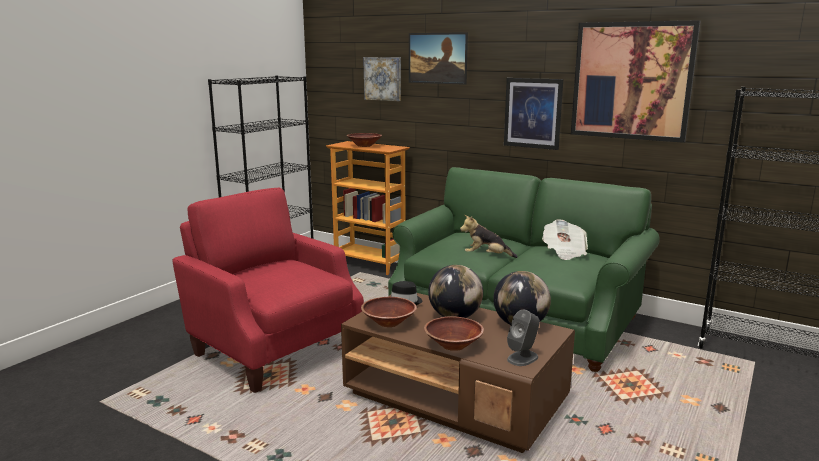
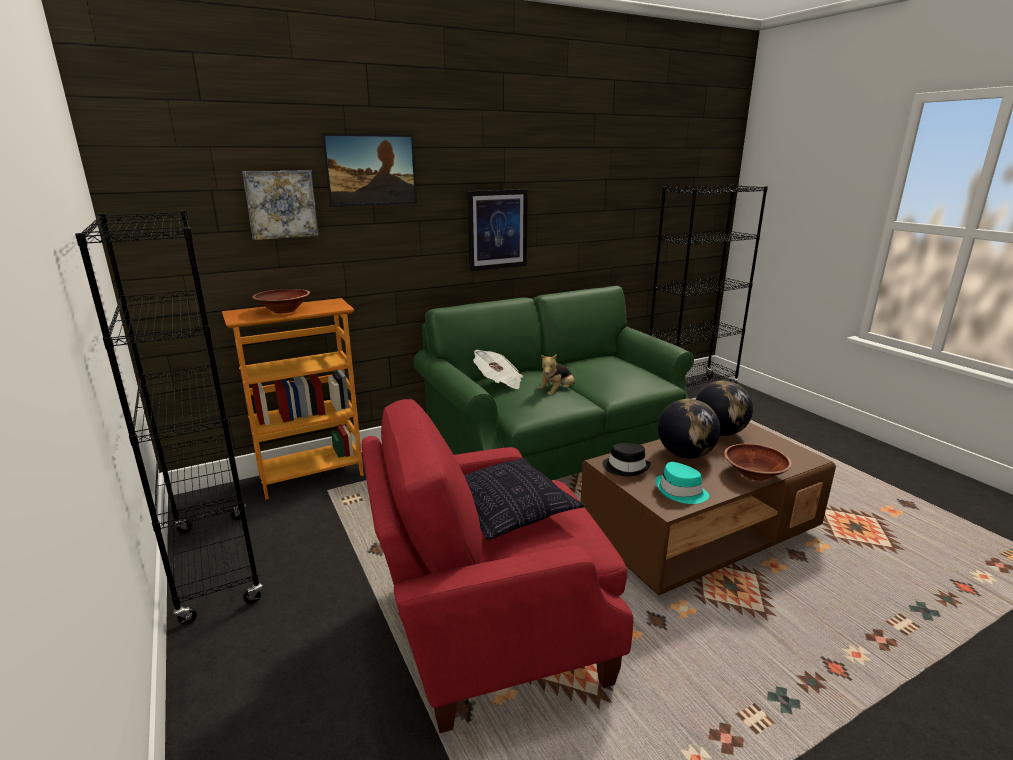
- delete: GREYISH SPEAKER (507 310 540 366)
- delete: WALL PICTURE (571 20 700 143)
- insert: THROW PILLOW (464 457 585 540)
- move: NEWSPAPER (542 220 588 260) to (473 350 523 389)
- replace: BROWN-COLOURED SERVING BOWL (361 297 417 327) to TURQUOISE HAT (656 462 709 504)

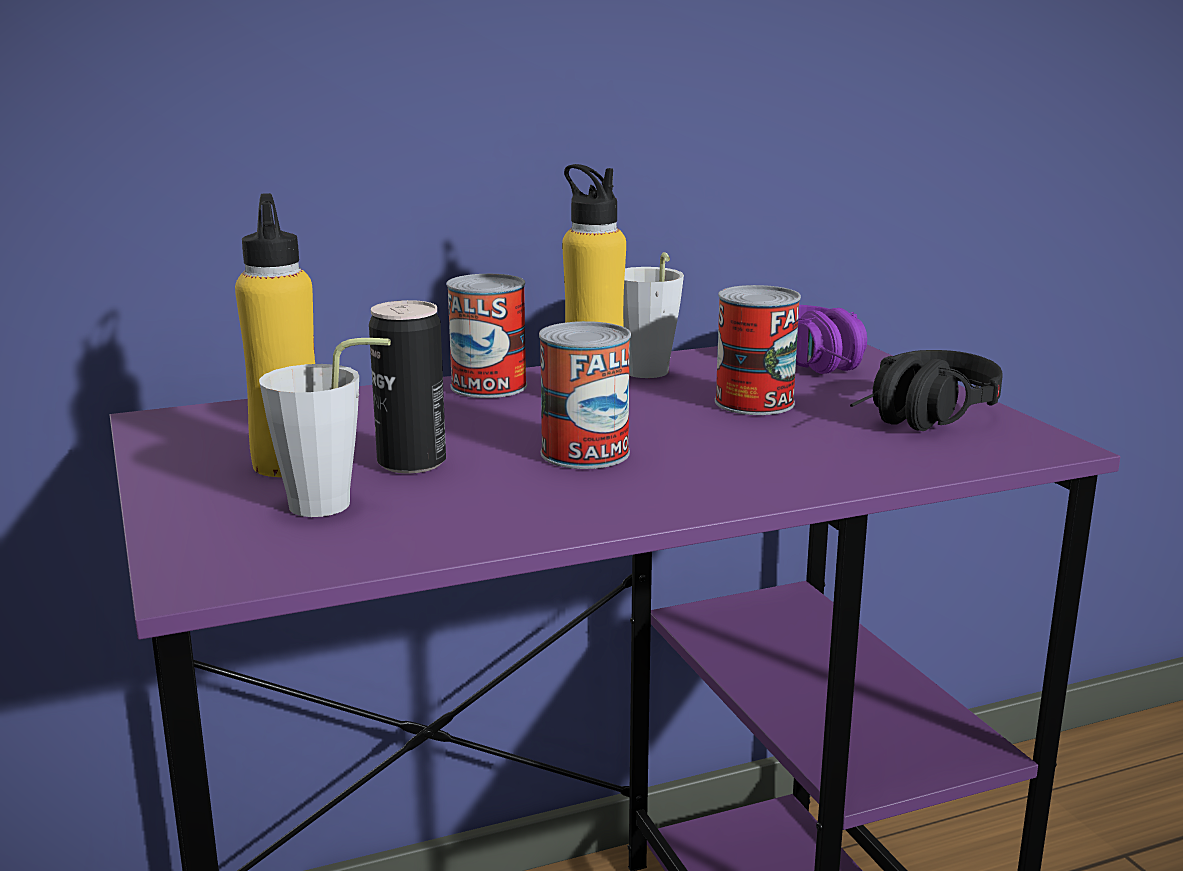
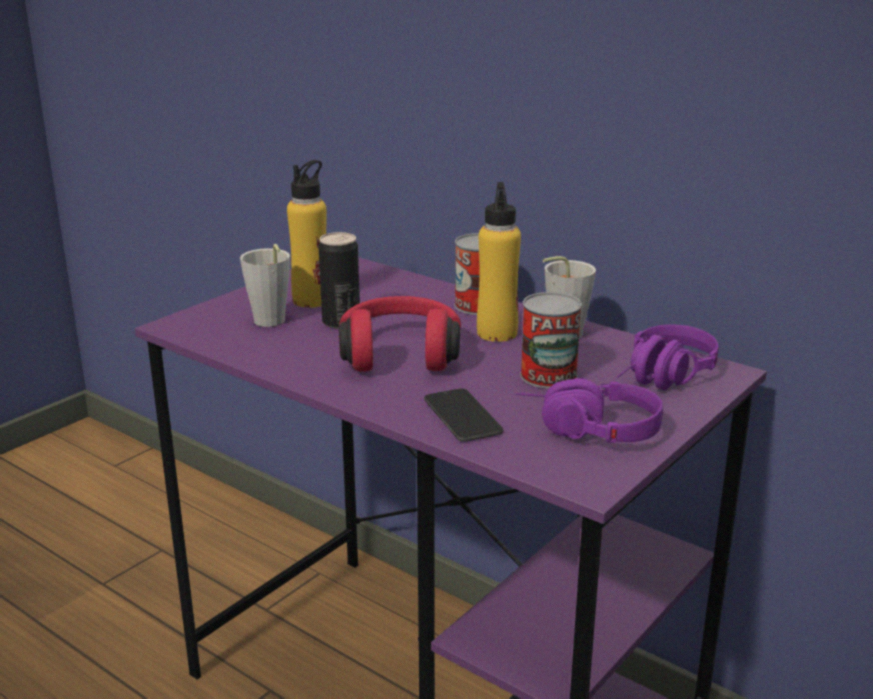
- insert: TELEPHONE (424 388 503 442)
- replace: METAL CAN (539 321 631 469) to RED-COLOURED HEADPHONES (339 296 461 372)
- recolor: BLACK HEADPHONES (850 350 1003 431) to PURPLE-COLOURED HEADPHONES (516 378 663 443)

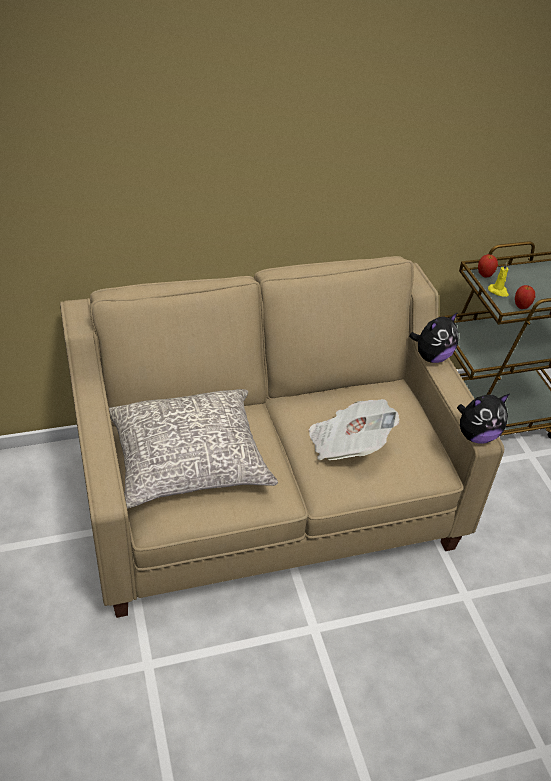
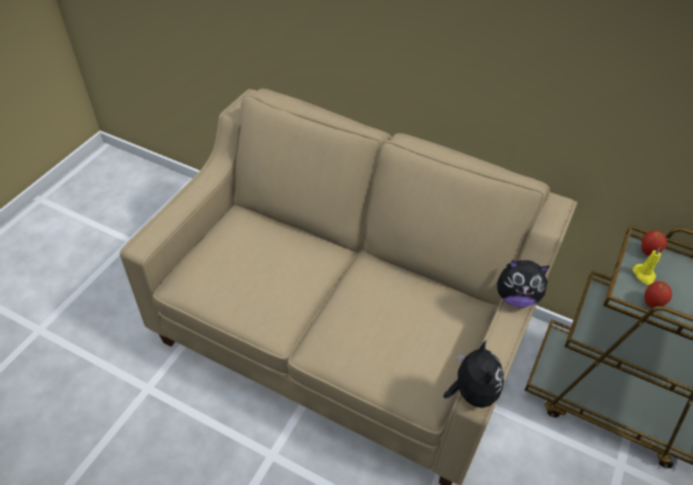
- delete: GREYISH THROW PILLOW (109 389 278 509)
- delete: NEWSPAPER (309 399 399 460)
- rotate: SOFT TOY (457 394 509 443) = (444 340 504 408) 120 degrees counterclockwise

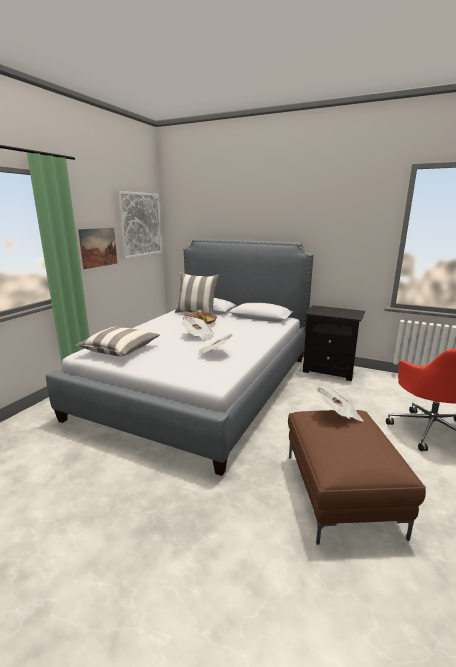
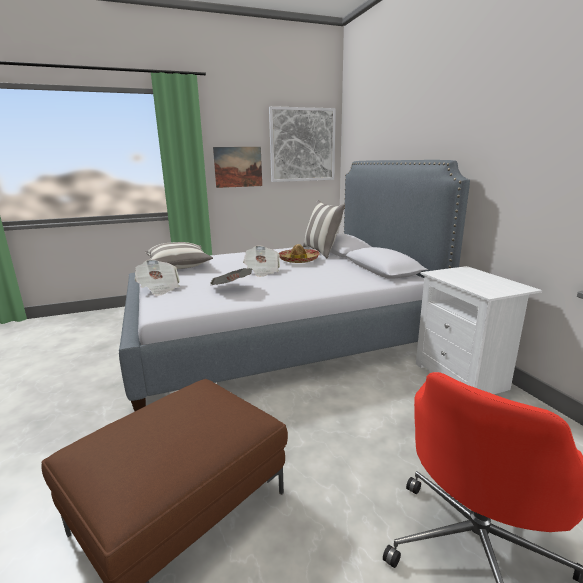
- move: NEWSPAPER (315 386 364 421) to (134 259 180 296)
- recolor: BLACK BEDSIDE TABLE (303 305 365 381) to WHITE-COLOURED BEDSIDE TABLE (416 266 542 394)

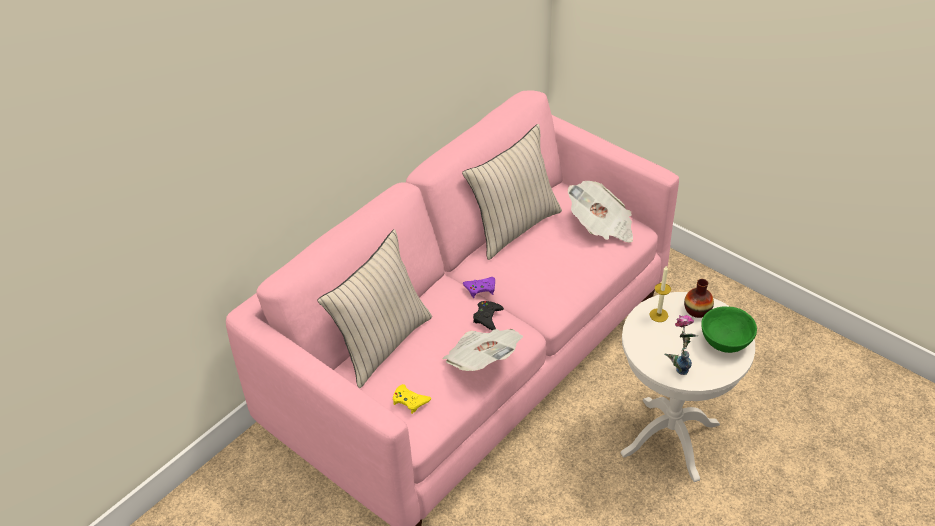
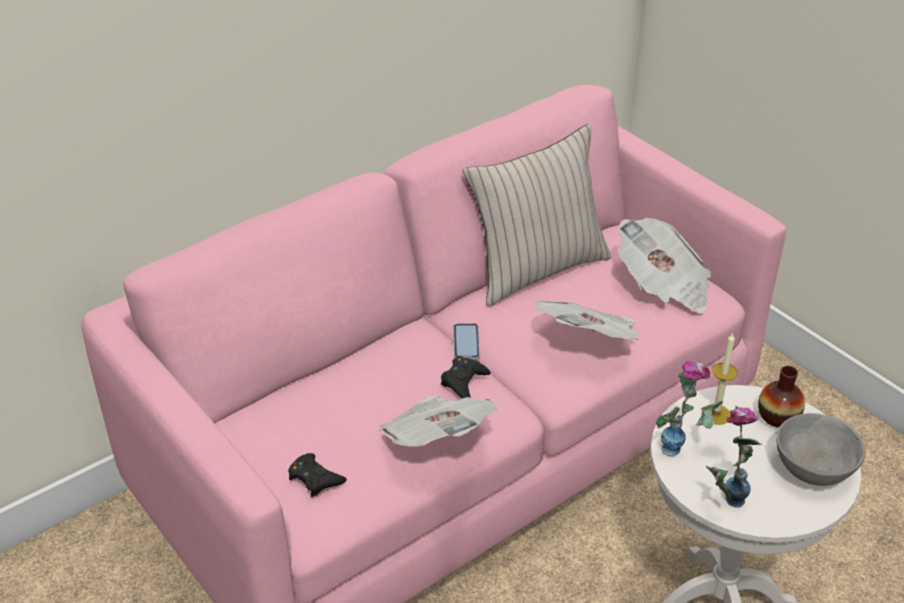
- delete: BEIGE THROW PILLOW (318 229 432 388)
- insert: NEWSPAPER (535 300 640 340)
- insert: DECORATIVE VASE (656 360 723 456)
- replace: PURPLE-COLOURED GAMEPAD (463 277 495 298) to TELEPHONE (454 324 480 359)
- recolor: YELLOW-COLOURED GAMEPAD (393 384 431 414) to BLACK GAMEPAD (288 453 347 497)
- recolor: GREENISH SERVING BOWL (701 306 757 353) to GREYISH SERVING BOWL (776 413 866 486)

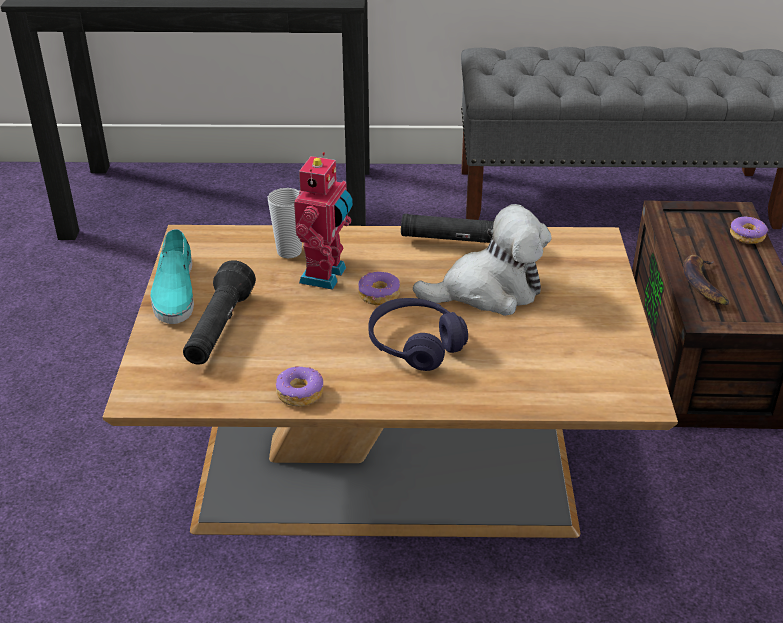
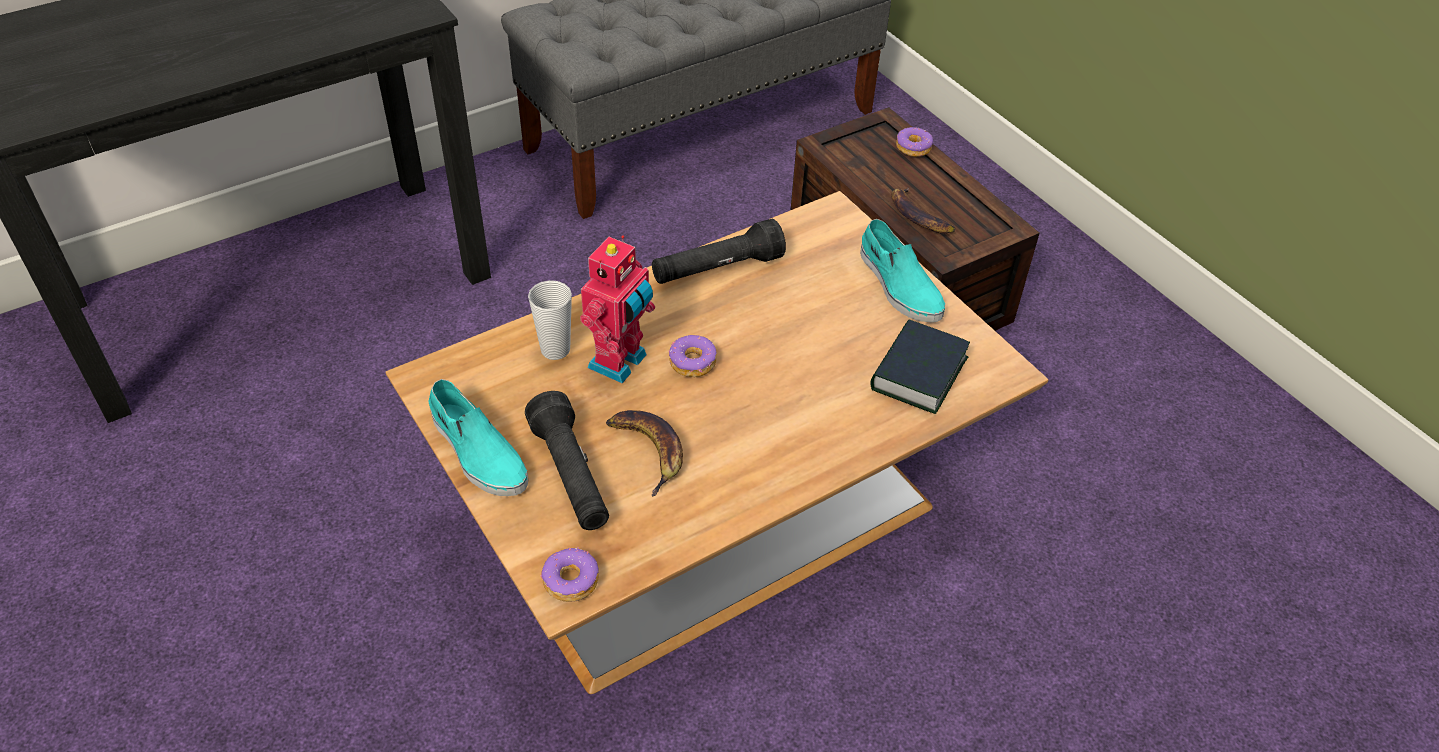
- delete: PURPLE-COLOURED HEADPHONES (369 298 468 371)
- delete: SOFT TOY (413 204 552 316)
- insert: BANANA FRUIT (606 410 683 497)
- insert: TURQUOISE ITEM OF FOOTWEAR (860 219 945 323)
- insert: VOLUME (870 319 970 414)
- move: DOUGHNUT (276 366 323 407) to (541 548 599 602)
- rotate: MODEL ROBOT (294 152 353 290) = (580 235 655 383) 45 degrees clockwise

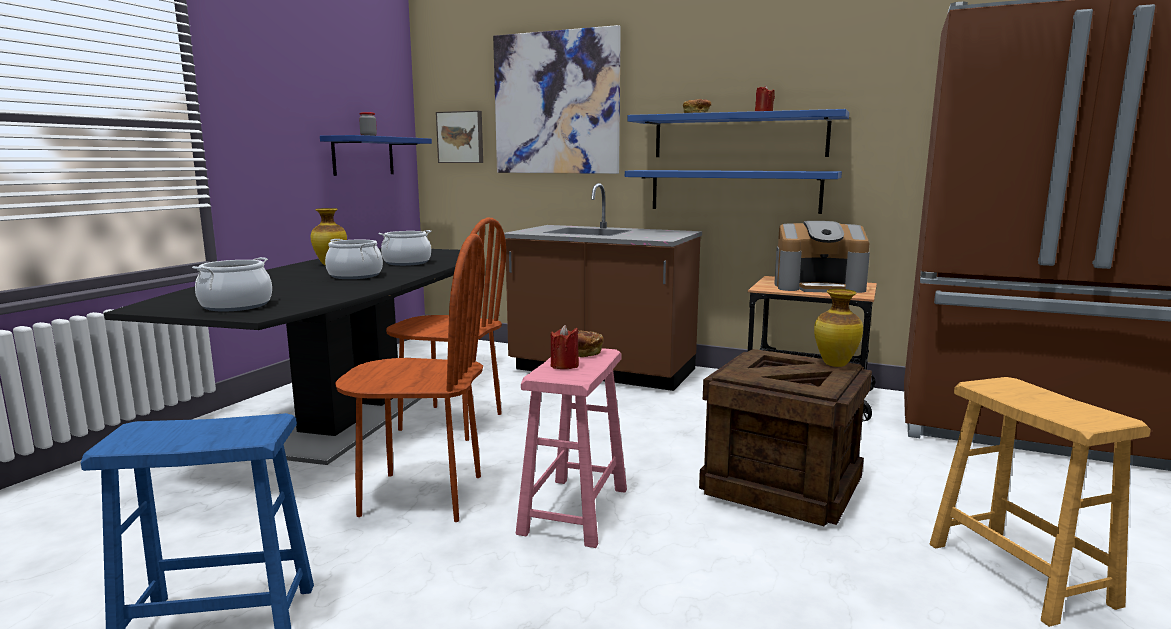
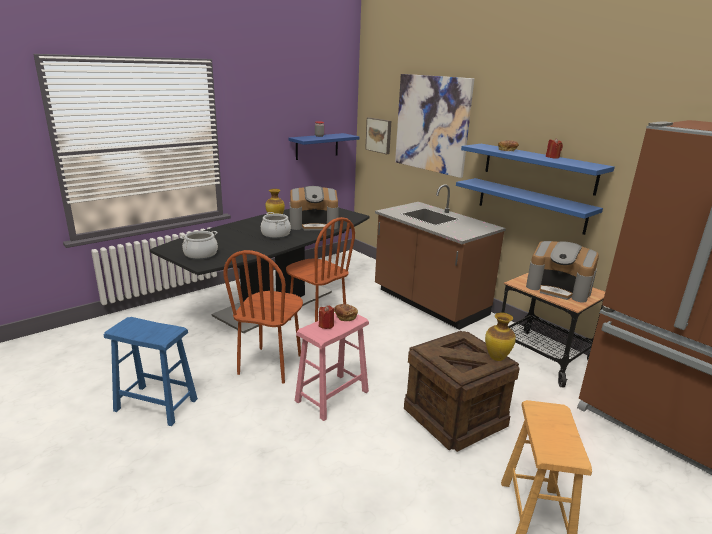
- replace: STOCKPOT (378 230 432 266) to COFFEE MACHINE (290 186 339 230)
- rotate: BROWN-COLOURED CHAIR (335 234 485 522) = (223 250 303 384) 75 degrees clockwise

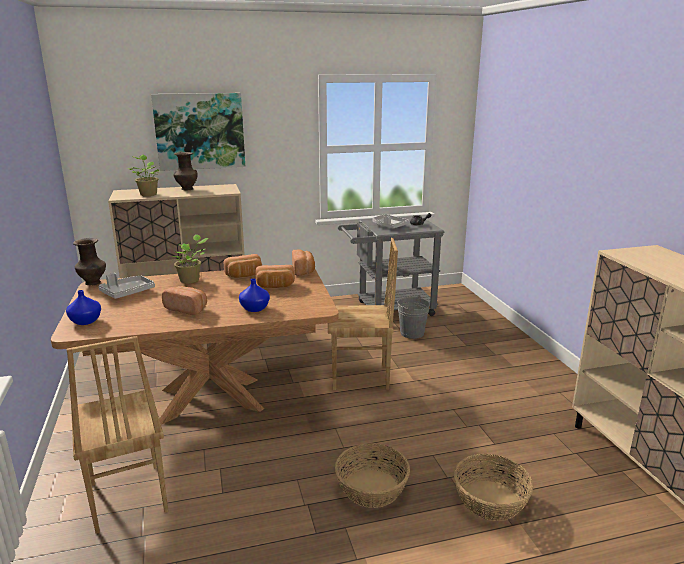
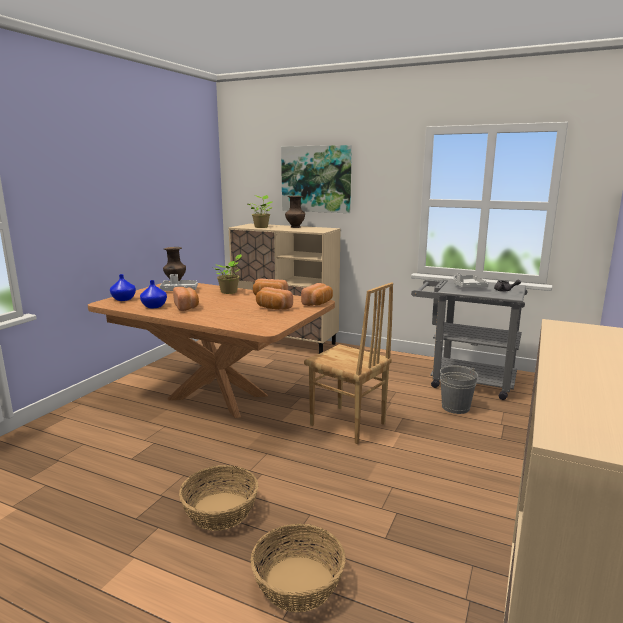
- delete: BROWN-COLOURED CHAIR (67 336 168 534)
- move: BLUISH DECORATIVE VASE (239 279 270 312) to (140 280 167 308)

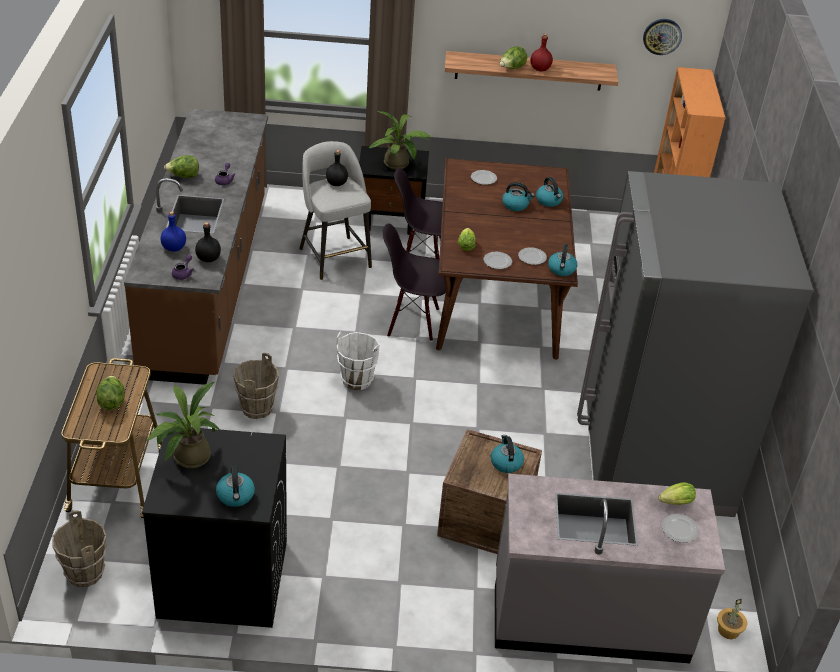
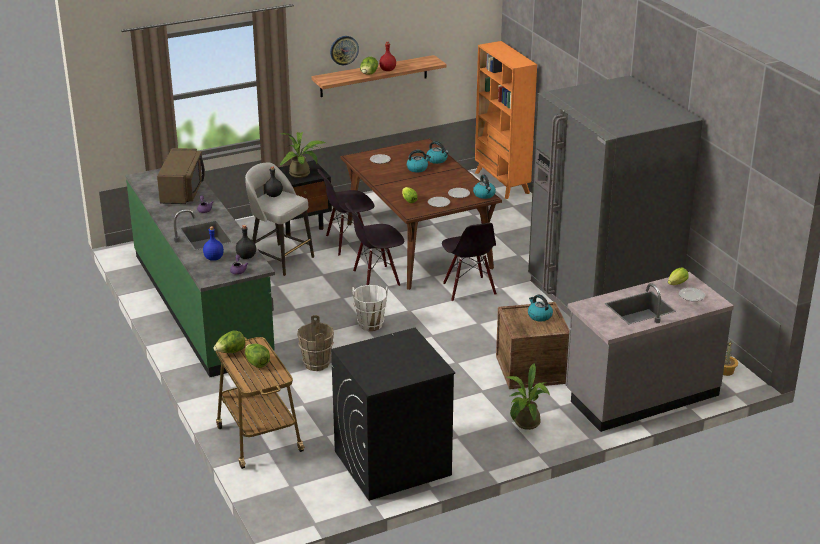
- delete: BROWN-COLOURED BUCKET (52 511 107 587)
- delete: KETTLE (216 465 255 507)
- insert: BROWN-COLOURED MICROWAVE (157 148 205 204)
- insert: BLACK CHAIR (442 223 497 301)
- move: PLANT IN A POT (145 382 220 469) to (506 363 550 430)
- move: HEAD OF LETTUCE (164 155 199 178) to (213 330 245 353)
- move: CLOCK ON THE WALL (643 19 682 55) to (330 36 359 65)
- recolor: BROWN-COLOURED COUNTER (124 108 268 385) to GREENISH COUNTER (125 168 275 377)

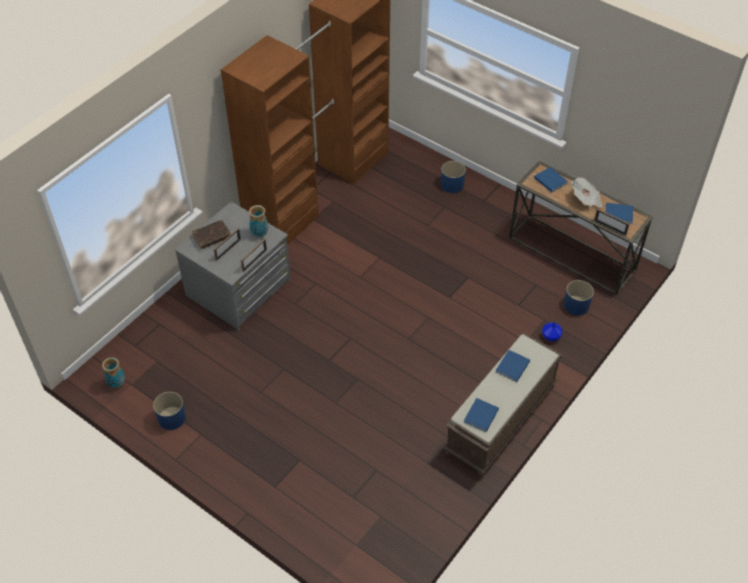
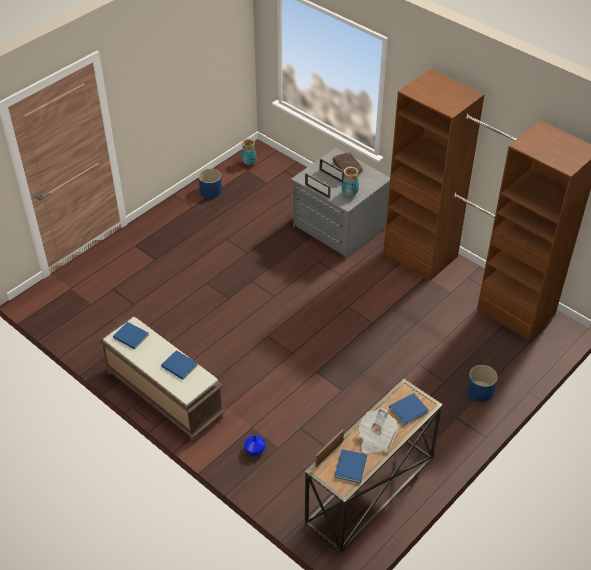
- delete: BLUISH FLOWER POT (564 280 594 315)

